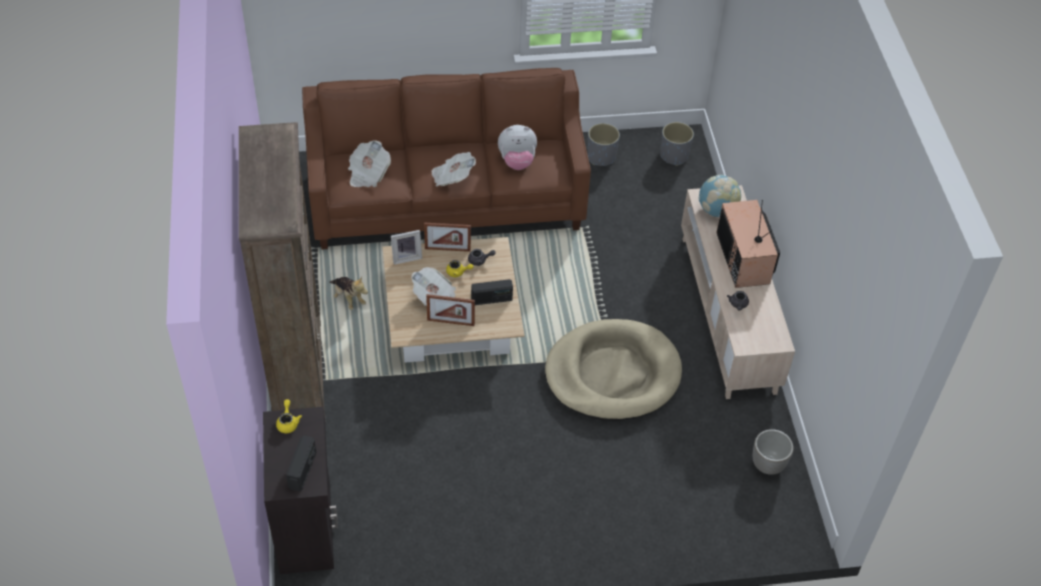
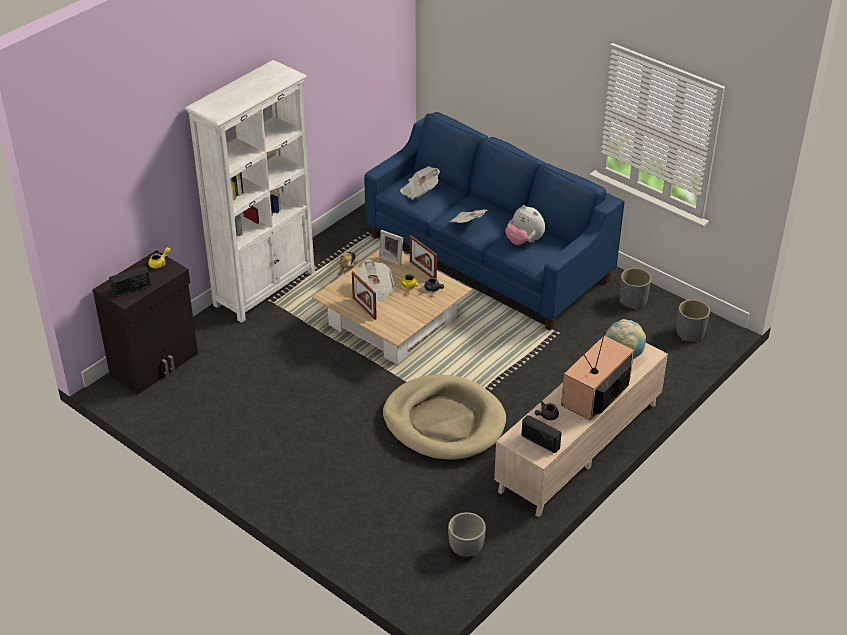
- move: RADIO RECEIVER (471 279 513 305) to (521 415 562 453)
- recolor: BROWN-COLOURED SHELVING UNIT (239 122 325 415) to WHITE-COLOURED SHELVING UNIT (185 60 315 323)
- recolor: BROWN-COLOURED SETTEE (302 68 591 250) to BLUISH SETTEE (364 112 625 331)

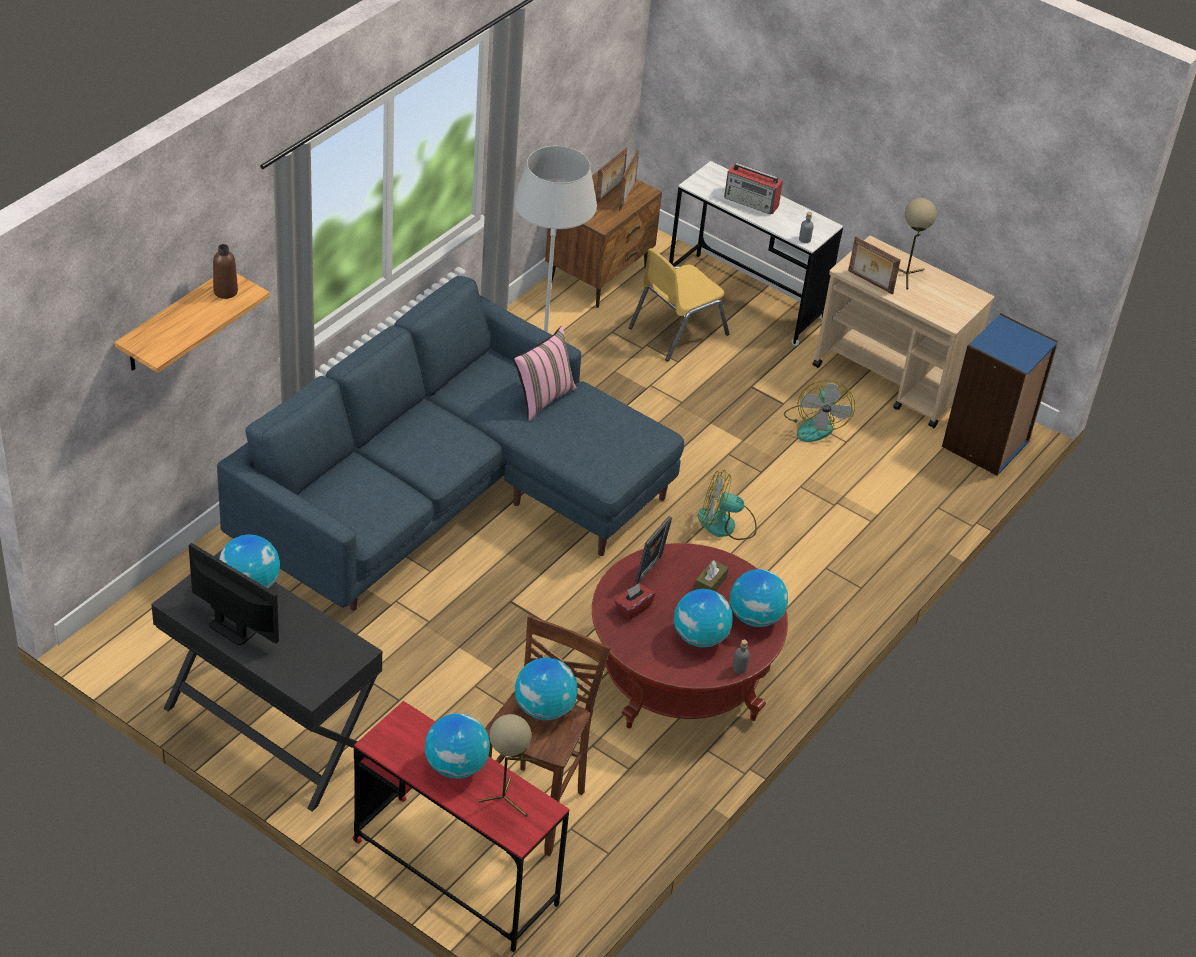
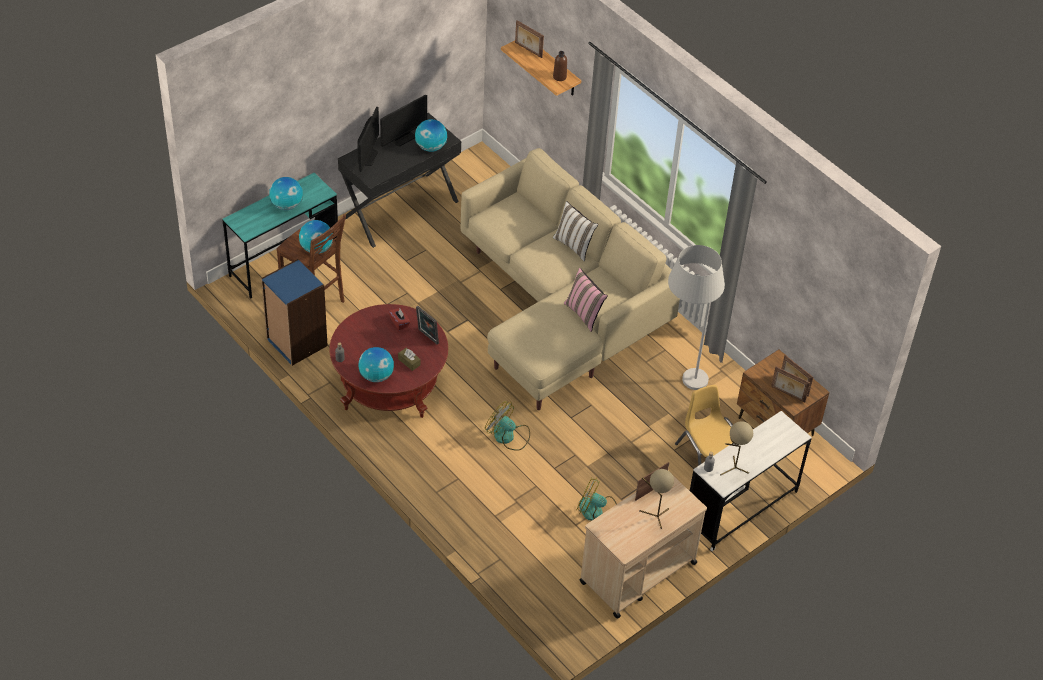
- delete: WORLD GLOBE (674 589 733 648)
- delete: RADIO RECEIVER (724 163 783 214)
- insert: MONITOR (357 107 379 172)
- insert: PHOTO FRAME (515 20 544 58)
- insert: WHITE-COLOURED THROW PILLOW (553 201 598 261)
- move: BEIGE TABLE LAMP (478 714 535 817) to (720 421 753 476)
- move: BLUISH SHELVING UNIT (942 313 1058 476) to (261 259 328 366)
- recolor: BLUISH SETTEE (217 276 684 611) to BEIGE SETTEE (460 148 680 410)
- recolor: RED-COLOURED DESK (353 701 570 952) to TURQUOISE DESK (223 173 338 299)
- rotate: ELECTRIC FAN (698 470 757 540) = (485 401 530 451) 75 degrees counterclockwise

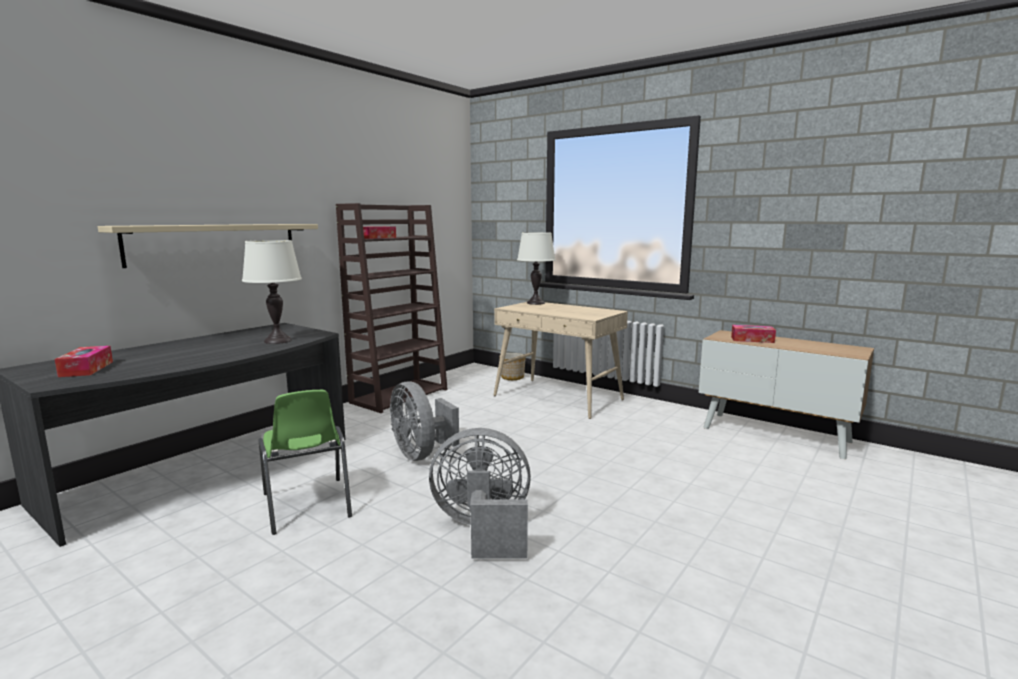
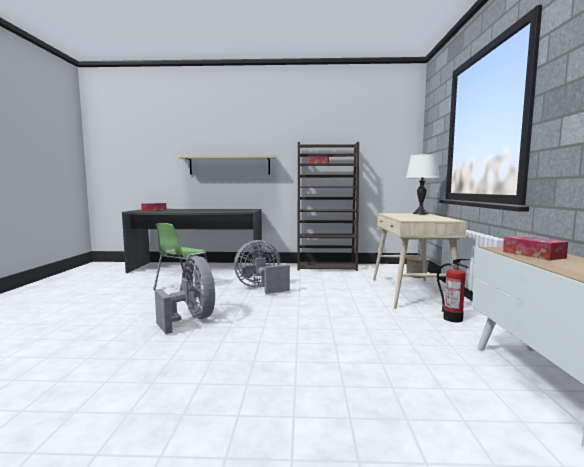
- delete: WHITE-COLOURED TABLE LAMP (242 240 302 344)
- insert: EXTINGUISHER (437 259 470 322)
- rotate: GREYISH ELECTRIC FAN (390 381 459 461) = (234 240 290 294) 45 degrees clockwise

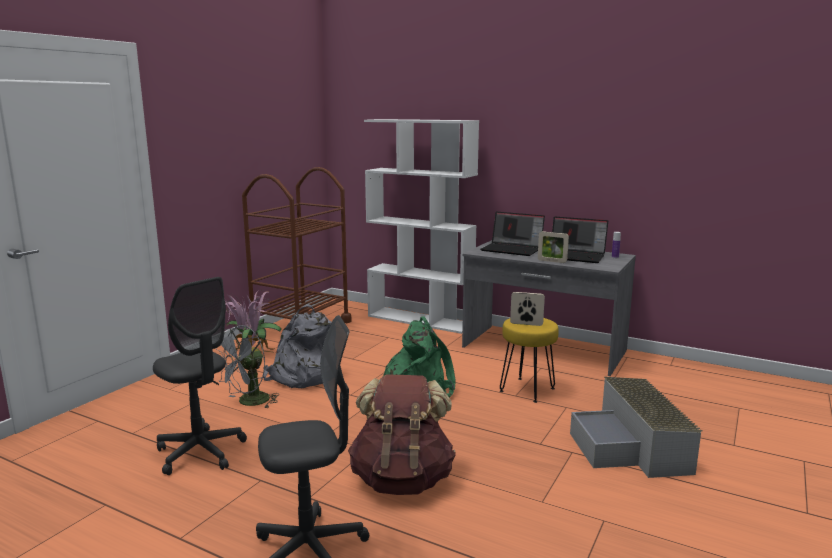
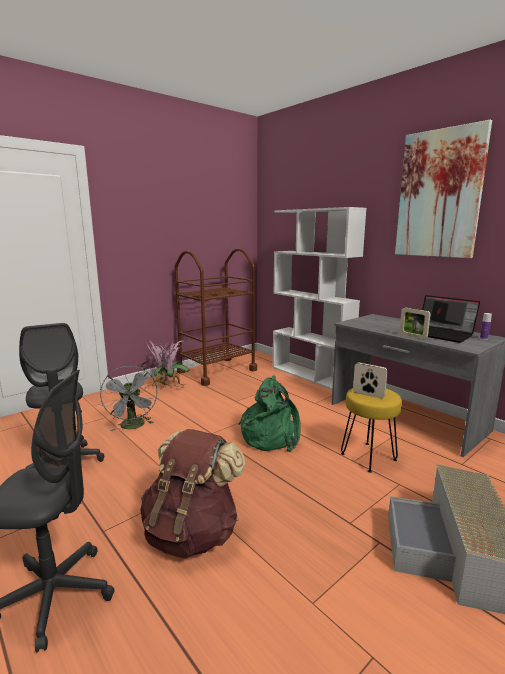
- delete: GREYISH BACKPACK (263 304 332 388)
- delete: PORTABLE COMPUTER (480 212 545 256)
- insert: WALL PICTURE (395 120 492 258)
- rotate: GREYISH ELECTRIC FAN (216 325 279 408) = (100 366 158 431) 75 degrees counterclockwise

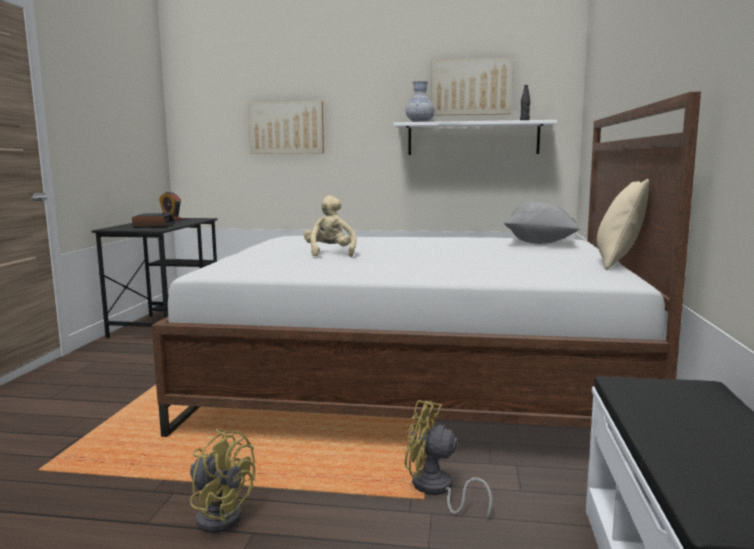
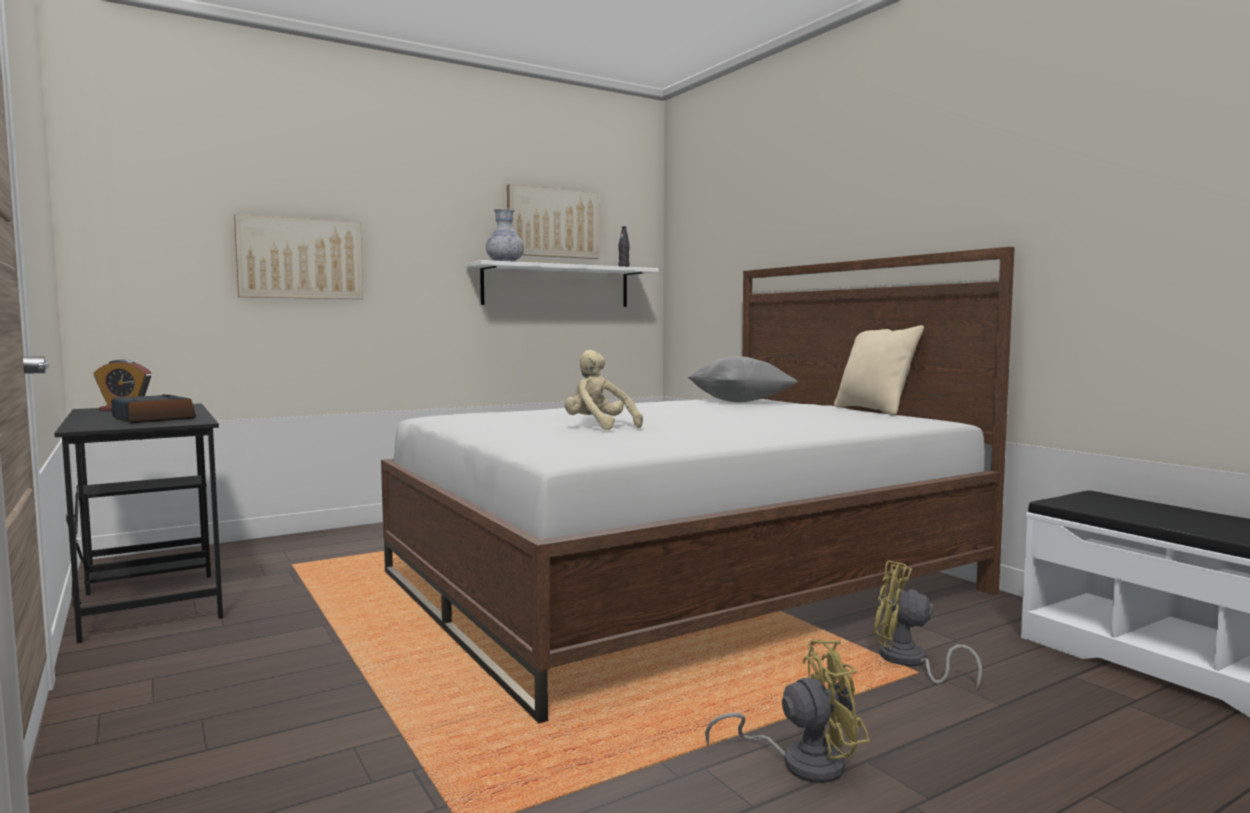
- rotate: YELLOW-COLOURED ELECTRIC FAN (404 400 493 519) = (874 560 982 690) 45 degrees clockwise

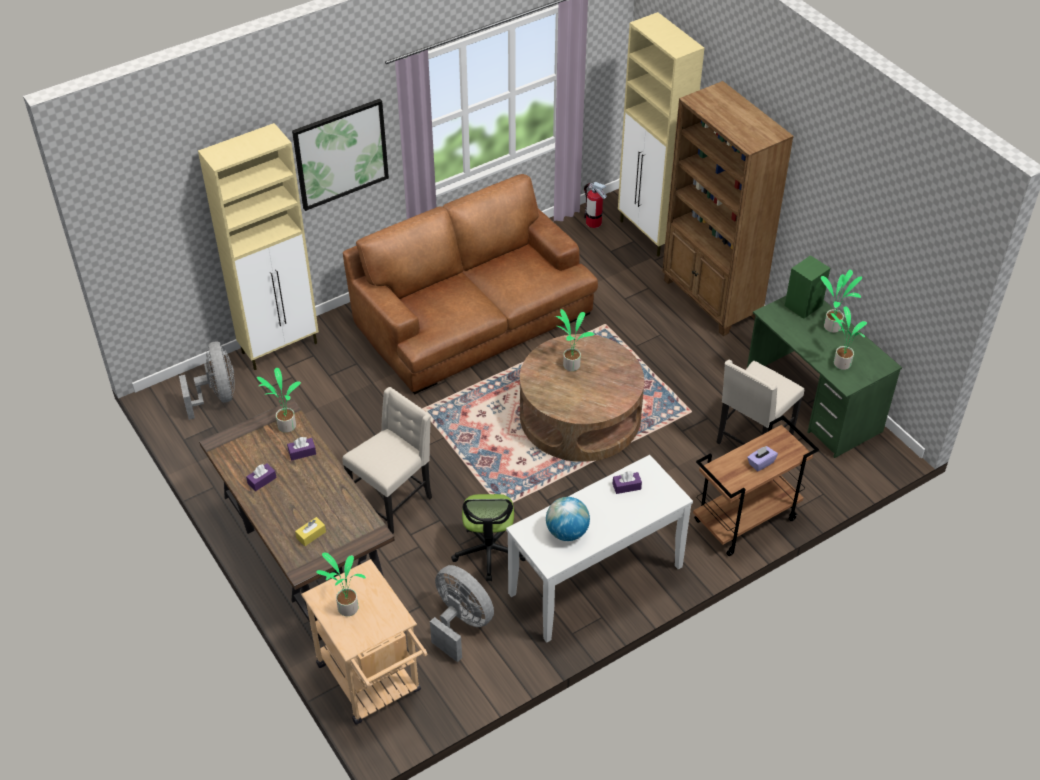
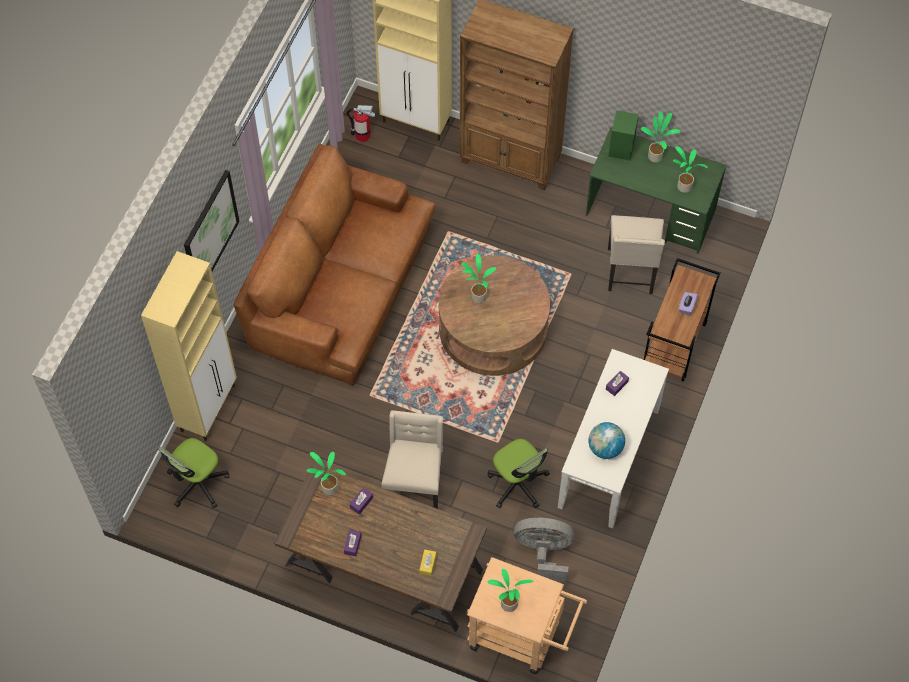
- replace: GREYISH ELECTRIC FAN (179 342 235 420) to OFFICE CHAIR (158 438 229 508)

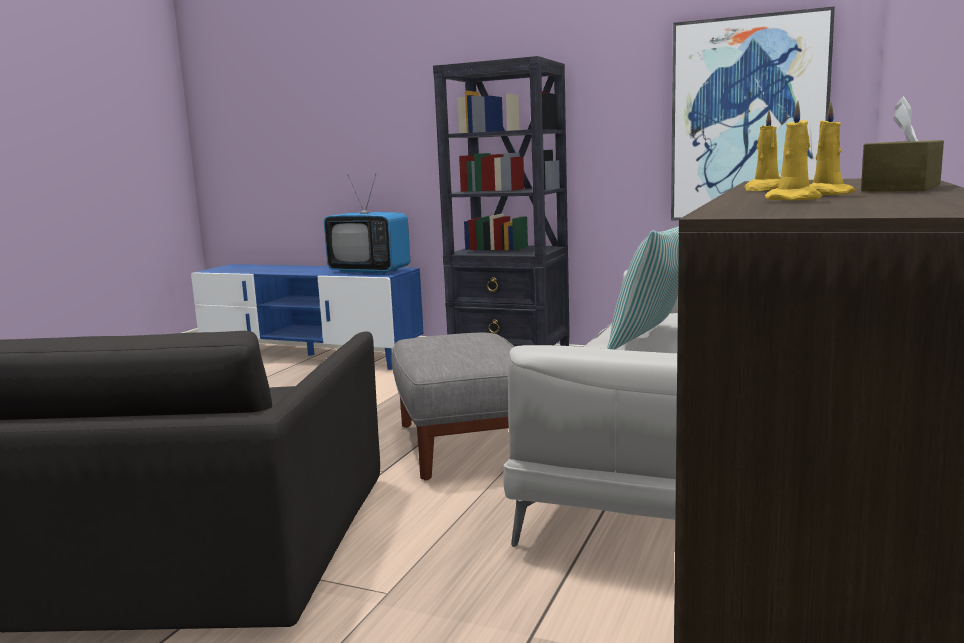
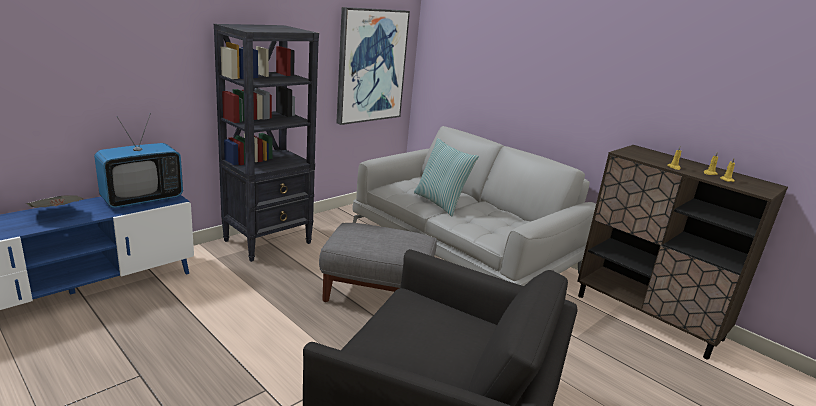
- delete: BROWN-COLOURED TISSUE BOX (861 96 944 192)
- insert: NEWSPAPER (25 195 83 208)

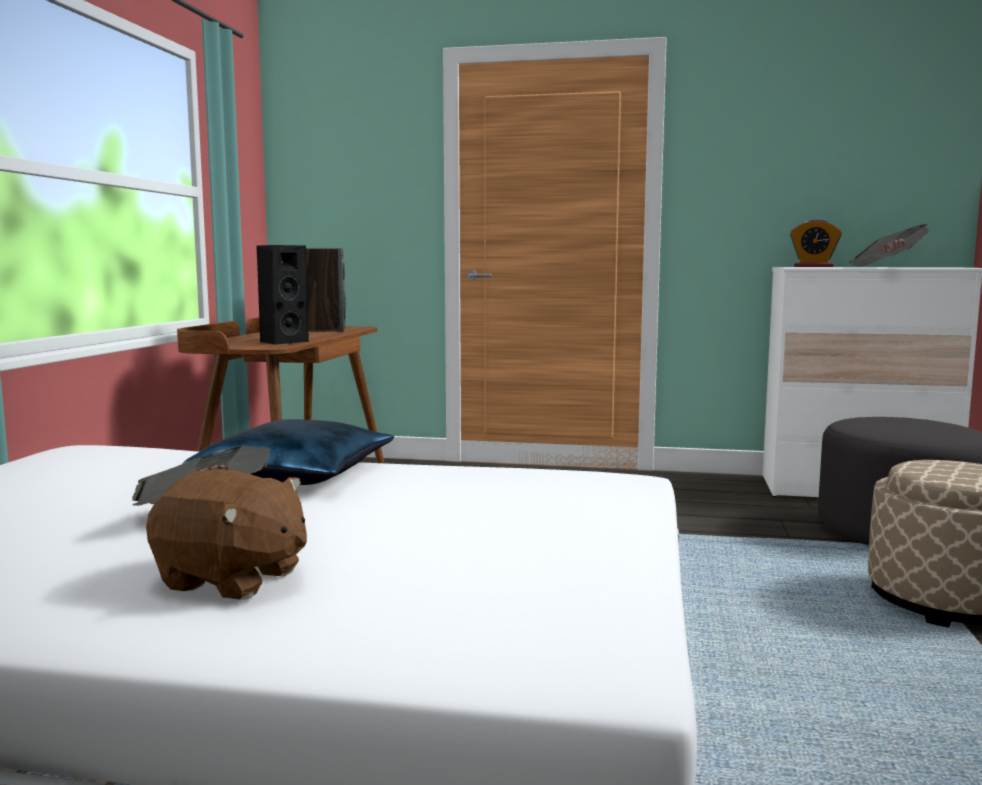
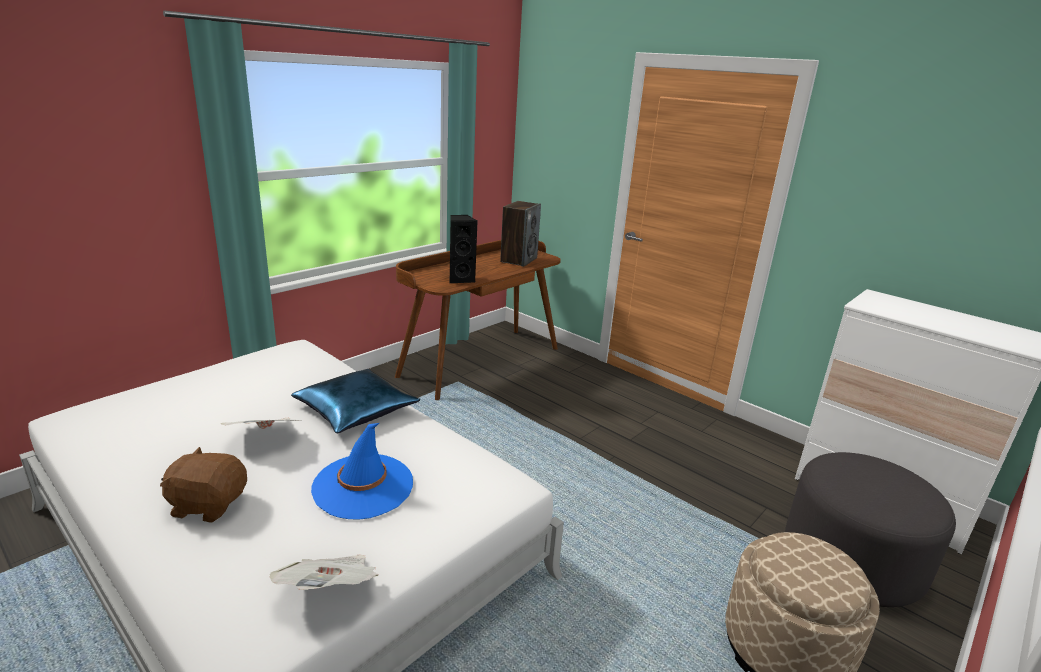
- delete: BEDSIDE CLOCK (790 219 842 267)
- insert: BLUISH HAT (311 423 413 519)
- move: NEWSPAPER (849 224 929 267) to (270 555 378 590)
- rotate: BROWN-COLOURED SOFT TOY (146 469 307 599) = (160 447 247 523) 135 degrees clockwise

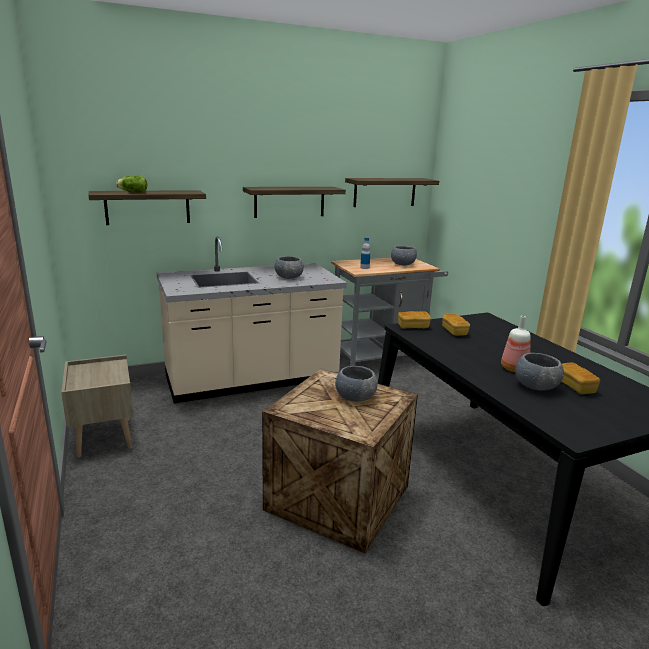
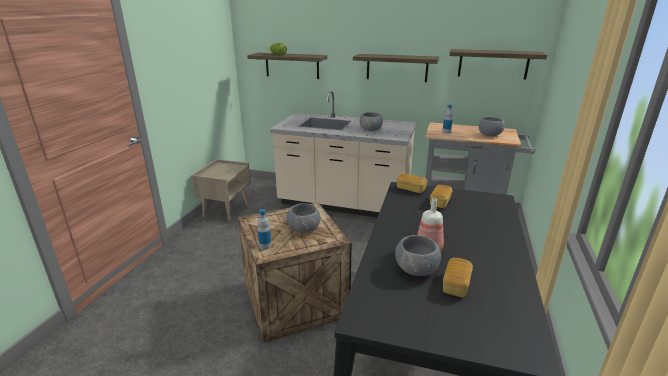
- insert: DRINK BOTTLE (257 209 272 250)

